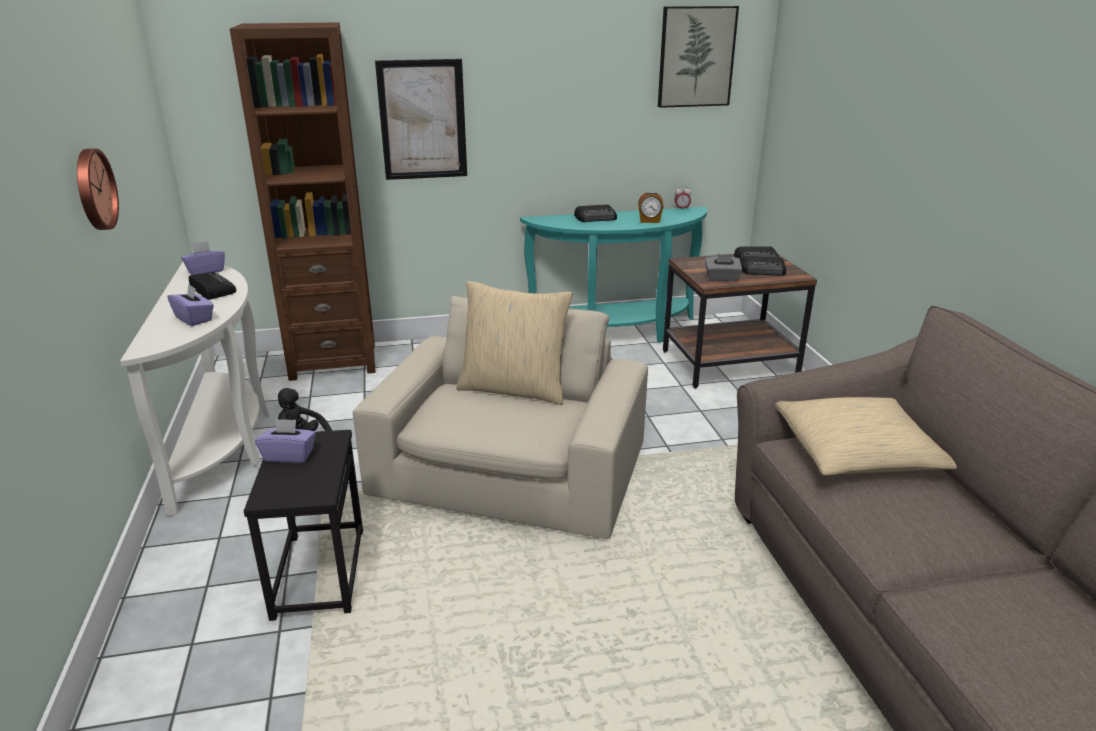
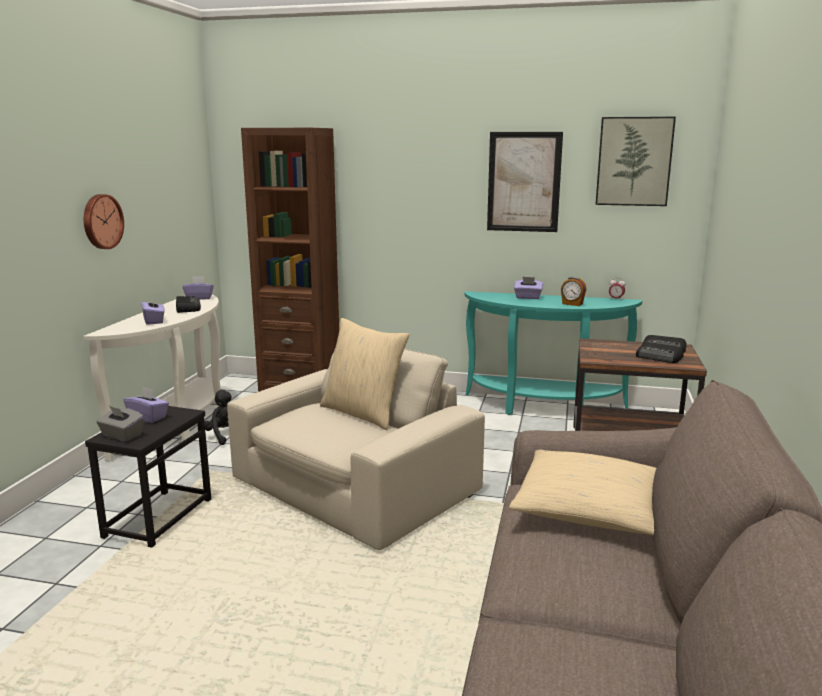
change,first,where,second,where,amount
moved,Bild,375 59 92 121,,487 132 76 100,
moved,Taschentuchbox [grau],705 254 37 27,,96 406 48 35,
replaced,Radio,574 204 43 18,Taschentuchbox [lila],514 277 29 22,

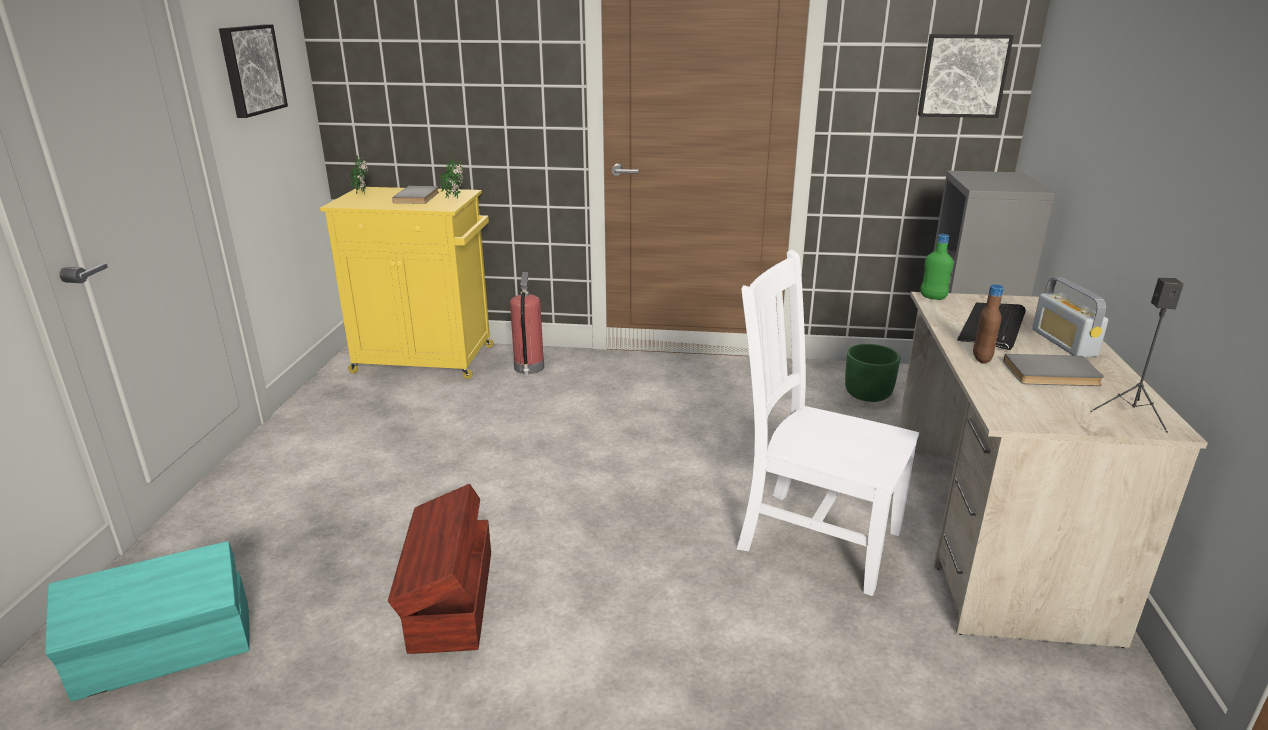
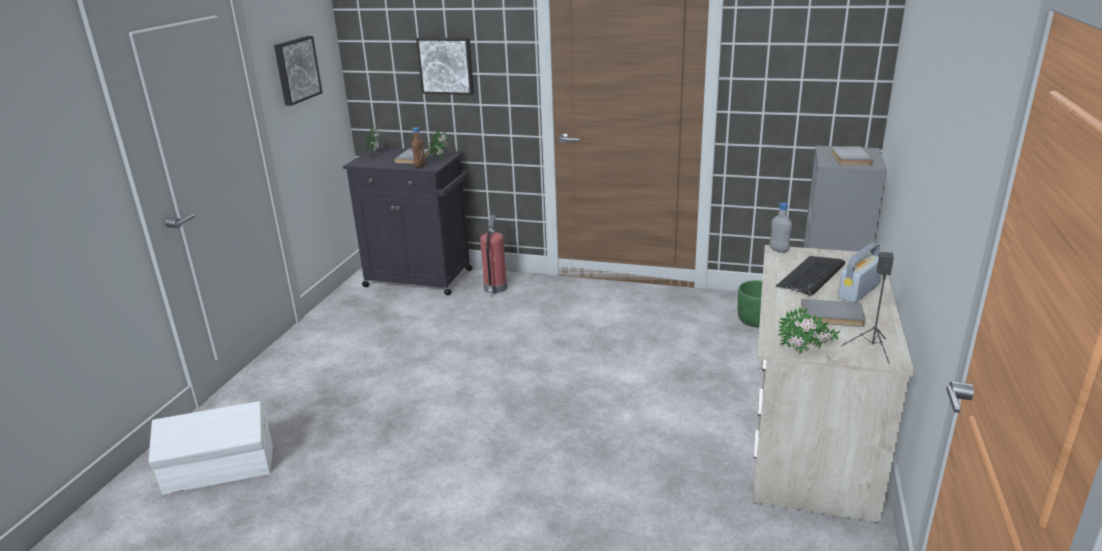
change,first,where,second,where,amount
removed,Aufbewahrungsbox [braun],388 484 103 170,,,
removed,Stuhl [weiß],736 250 183 346,,,
added,,,Topfpflanze,778 307 62 46,
added,,,Buch [grau],831 146 42 19,
moved,Bild,918 34 96 84,,416 38 58 57,
moved,Flasche [braun],973 284 31 80,,412 127 14 41,
recoloured,Aufbewahrungsbox [türkis],45 541 205 161,Aufbewahrungsbox [weiß],149 401 124 94,
recoloured,Schrank [gelb],320 187 174 192,Schrank [schwarz],343 148 129 147,
recoloured,Flasche [grün],920 234 34 66,Flasche [grau],770 202 22 51,
turned,Radio,1032 277 76 81,,838 243 43 59,45 degrees clockwise

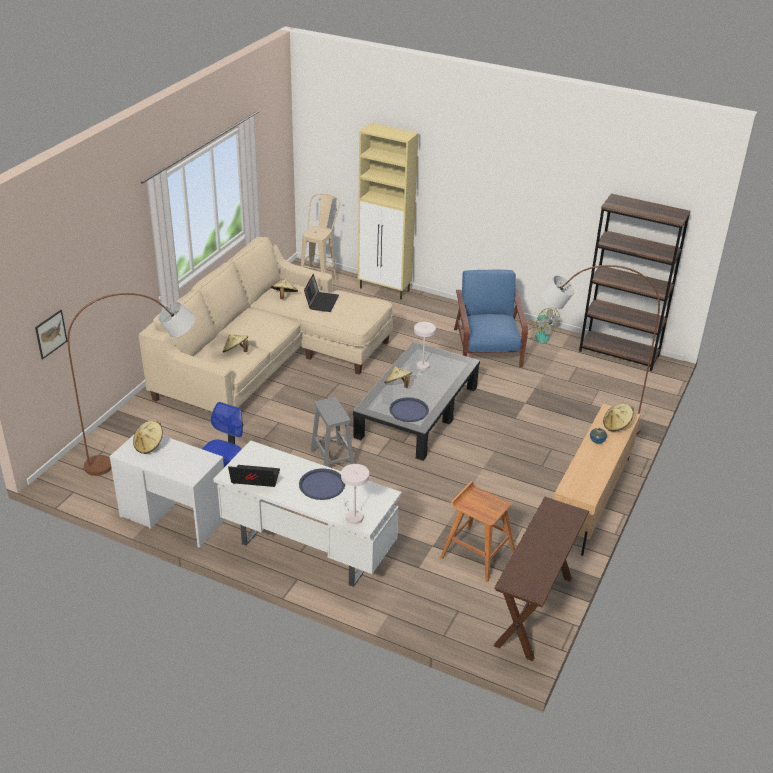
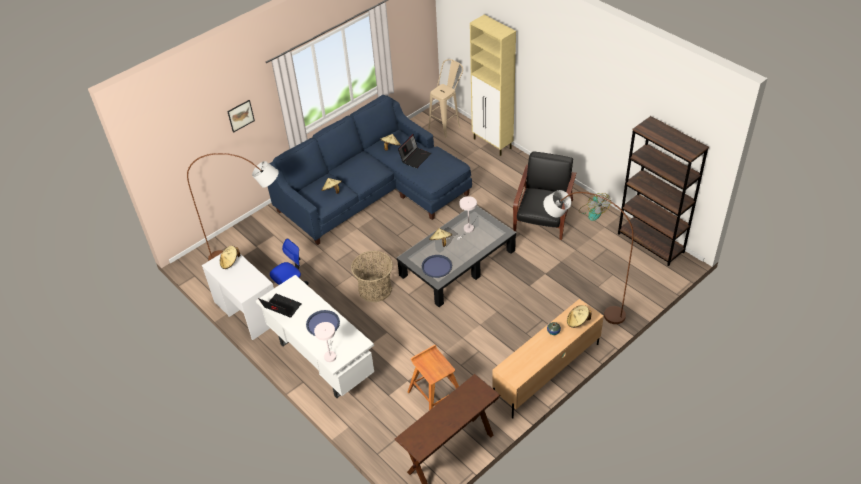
change,first,where,second,where,amount
moved,Bild,35 310 33 49,,227 100 28 33,
replaced,Hocker [grau],311 397 43 70,Korb,351 251 42 51,
recoloured,Sofa [beige],138 237 255 175,Sofa [blau],268 95 204 150,
recoloured,Sessel [blau],454 270 74 98,Sessel [schwarz],513 151 63 89,

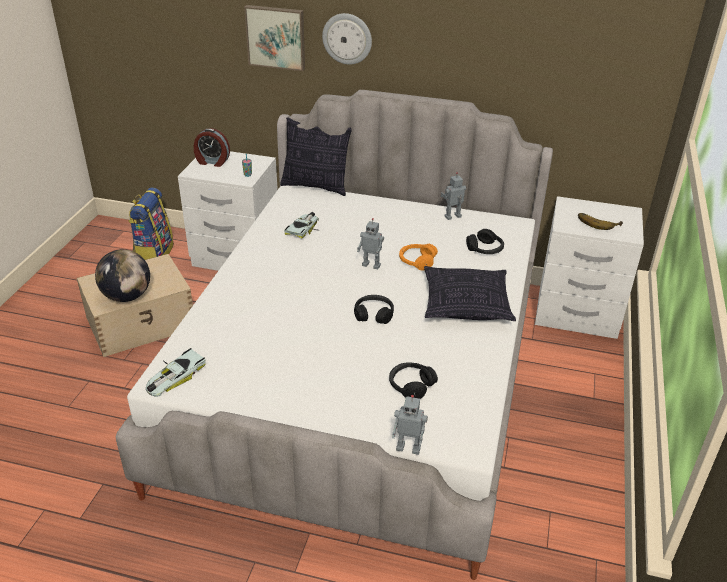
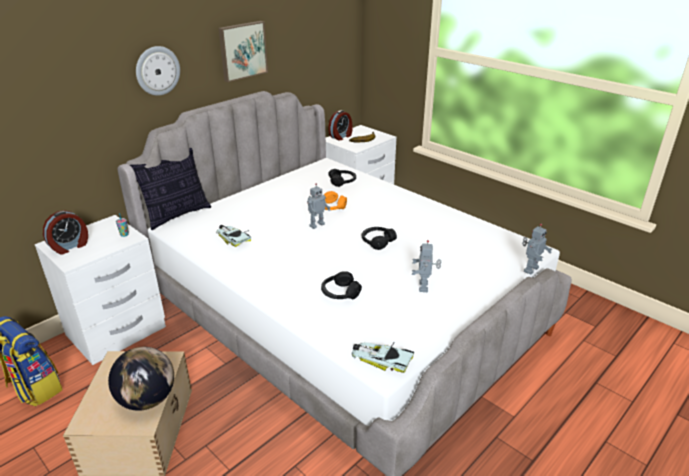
change,first,where,second,where,amount
removed,Kissen,424 266 92 55,,,
added,,,Wecker,328 110 25 31,
moved,Bild,244 5 61 66,,218 21 50 61,
moved,Kopfhörer [schwarz],389 362 49 37,,321 271 41 28,
moved,Spielzeugroboter,441 172 25 48,,412 240 30 52,
turned,Spielzeugauto,146 348 60 49,,352 342 62 31,135 degrees clockwise

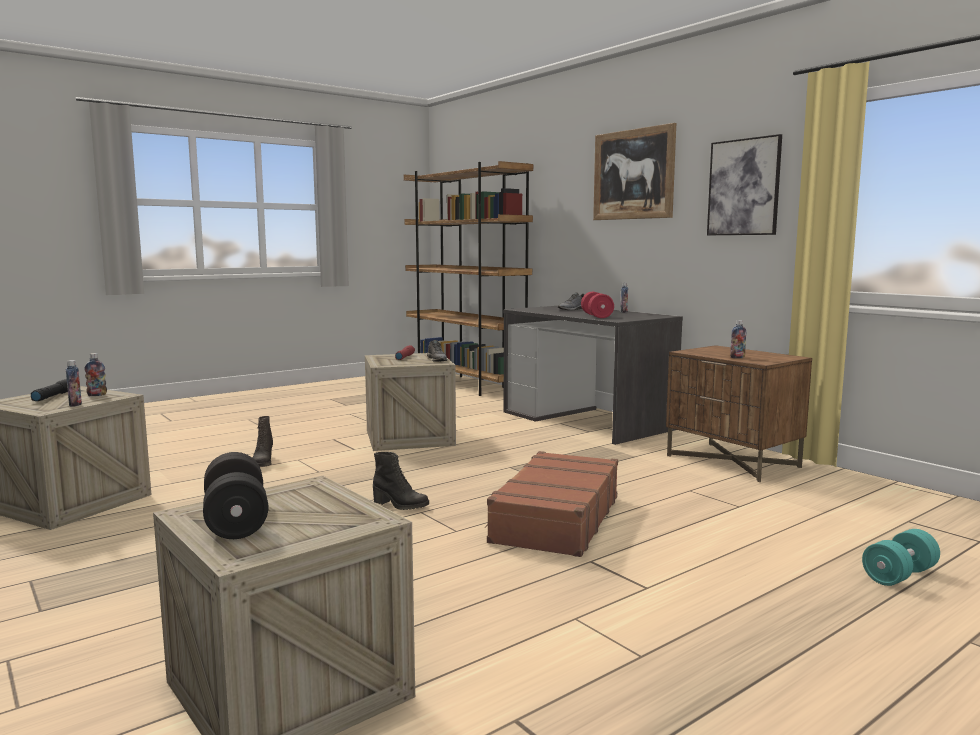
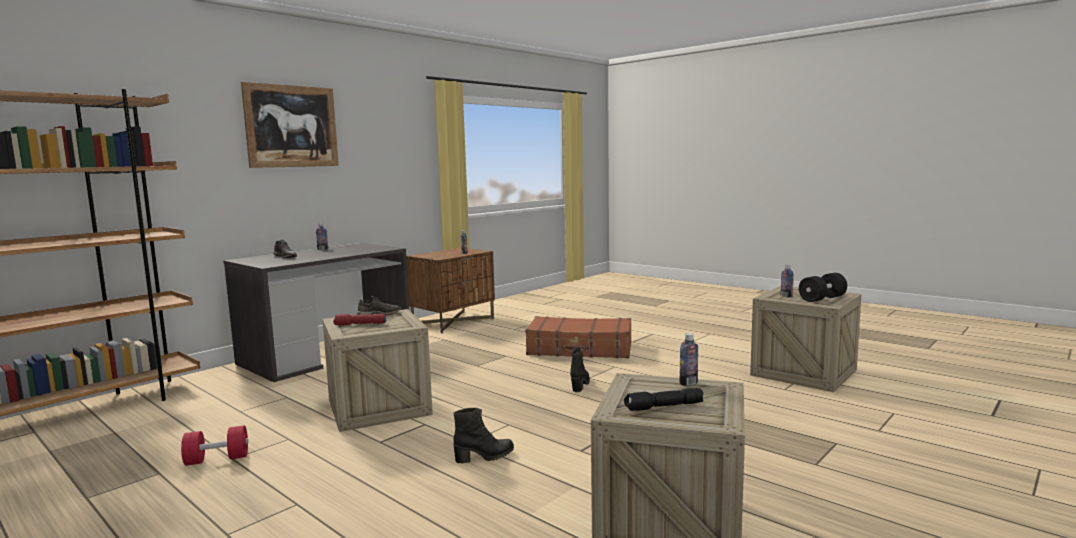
change,first,where,second,where,amount
removed,Bild,707 134 75 101,,,
removed,Hantel [türkis],862 529 78 57,,,
moved,Flasche,84 353 23 43,,780 265 14 33,
moved,Hantel [rot],581 292 33 26,,181 425 67 41,

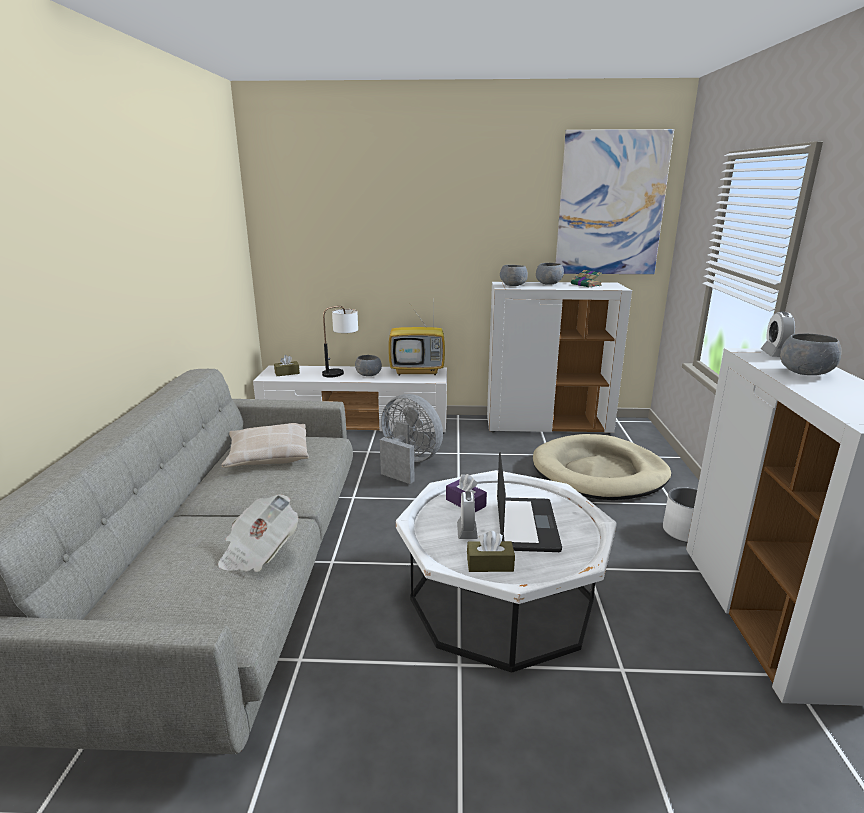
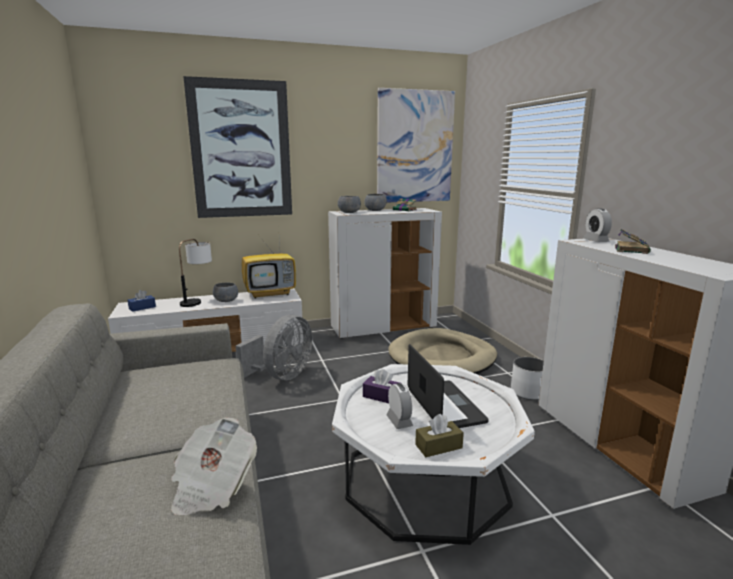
change,first,where,second,where,amount
removed,Kissen [beige],222 423 87 45,,,
added,,,Bild,183 76 109 142,
replaced,Schüssel [grau],780 334 61 41,Buch,615 229 36 25,
recoloured,Taschentuchbox [braun],274 355 26 21,Taschentuchbox [blau],128 290 28 22,
turned,Ventilator [grau],380 394 63 90,,236 315 76 65,105 degrees clockwise

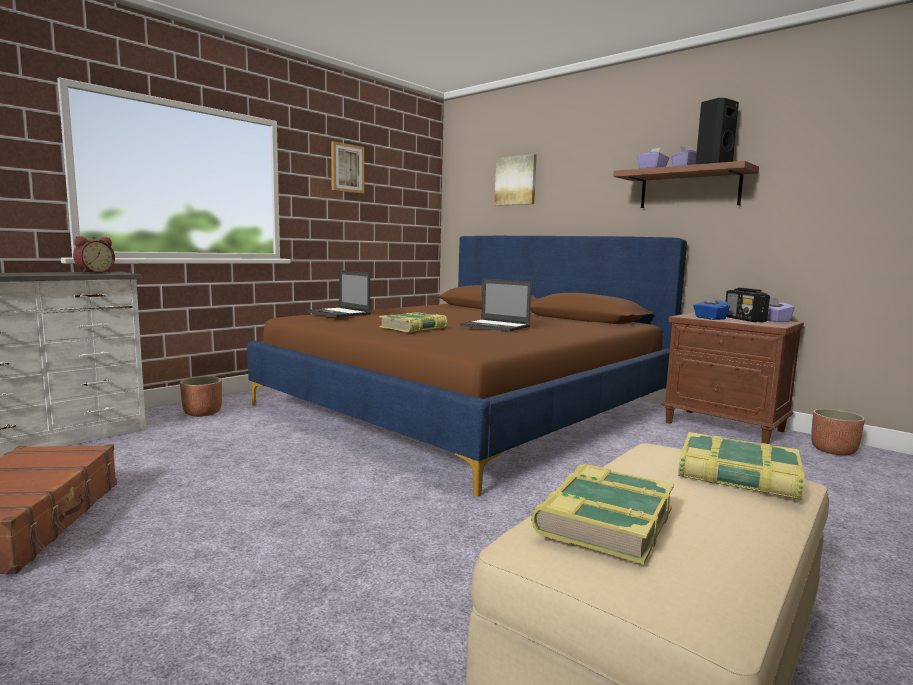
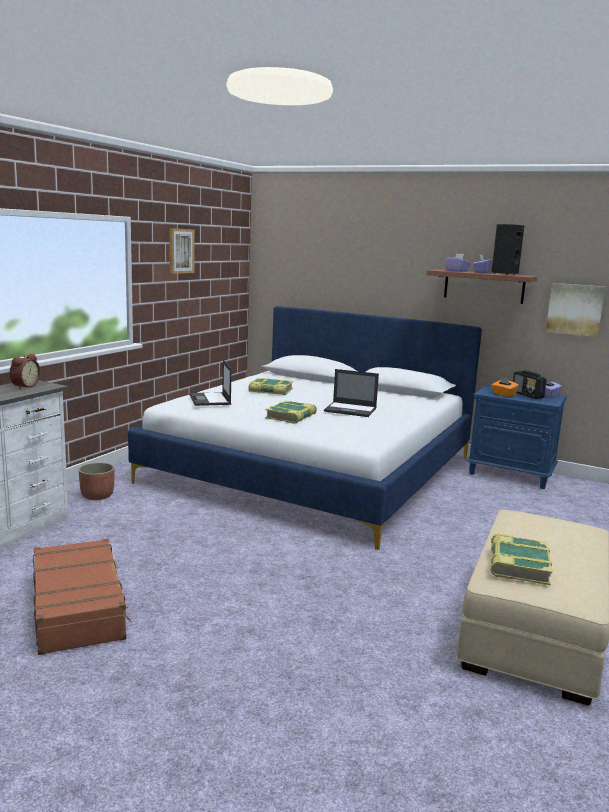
change,first,where,second,where,amount
removed,Pflanzkübel,811 409 54 47,,,
moved,Bild,495 154 42 52,,546 283 59 54,
moved,Buch,678 432 127 68,,249 378 44 17,
recoloured,Bett [braun],247 236 440 261,Bett [weiß],128 306 354 244,
recoloured,Nachttisch [braun],661 312 143 132,Nachttisch [blau],466 385 101 104,
recoloured,Taschentuchbox [blau],693 295 37 25,Taschentuchbox [orange],492 377 27 20,
turned,Laptop,307 270 64 47,,190 360 42 46,45 degrees clockwise

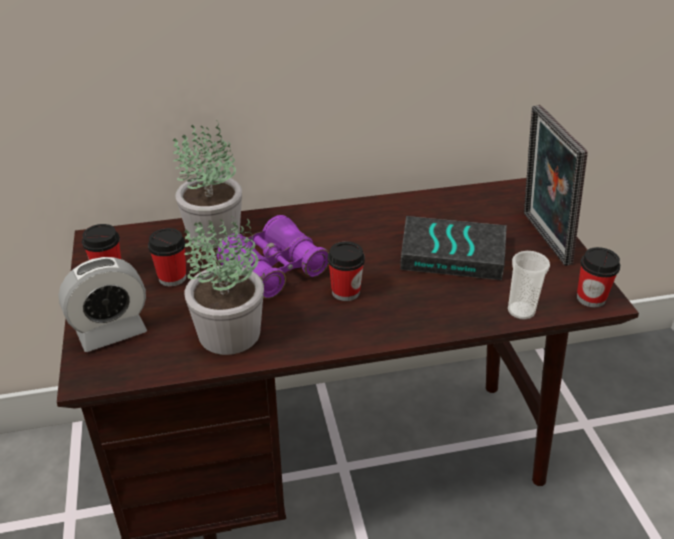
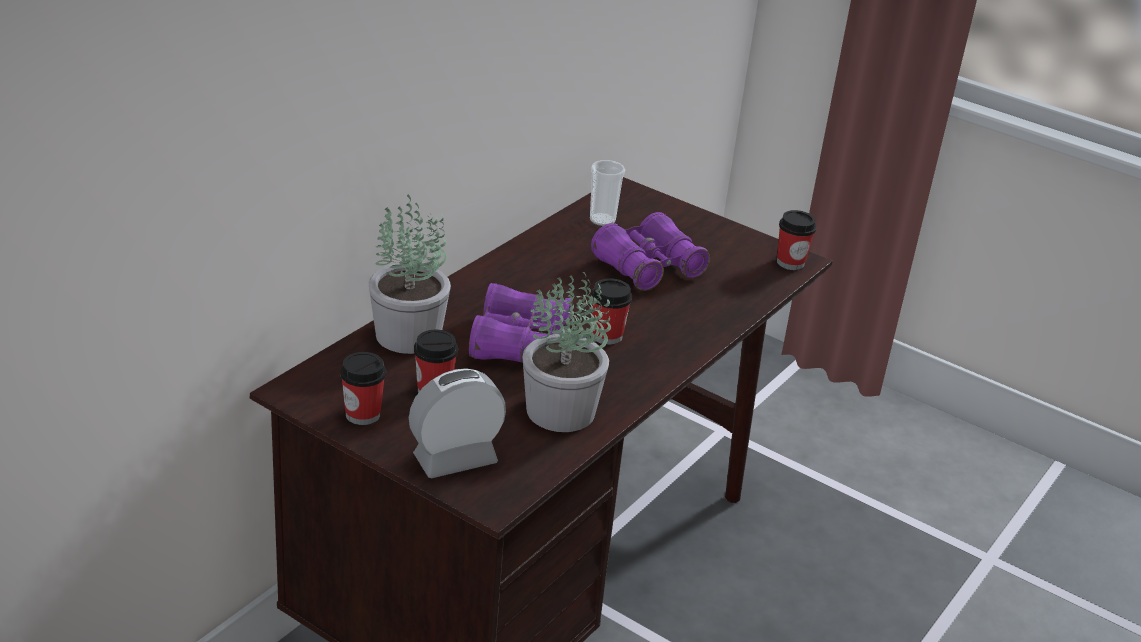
change,first,where,second,where,amount
removed,Bilderrahmen,524 105 64 161,,,
moved,Tasse,508 251 42 69,,590 160 35 66,
replaced,Buch,400 216 107 64,Fernglas [lila],591 212 119 79,
turned,Wecker,58 257 89 95,,409 368 97 110,135 degrees counterclockwise

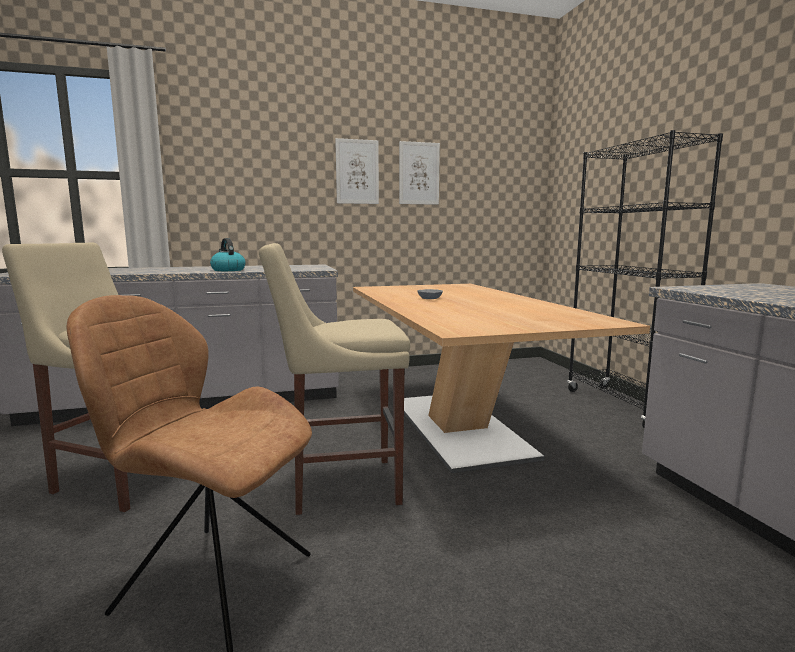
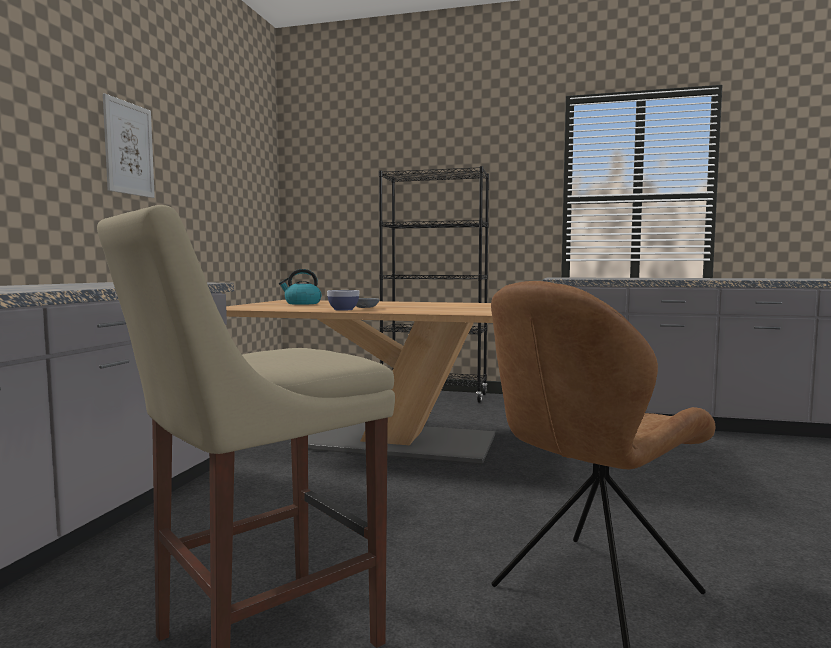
change,first,where,second,where,amount
removed,Hocker [beige],259 243 151 272,,,
removed,Bild,399 141 41 64,,,
added,,,Schüssel,327 290 32 21,
moved,Wasserkessel,210 238 36 33,,279 269 42 36,

